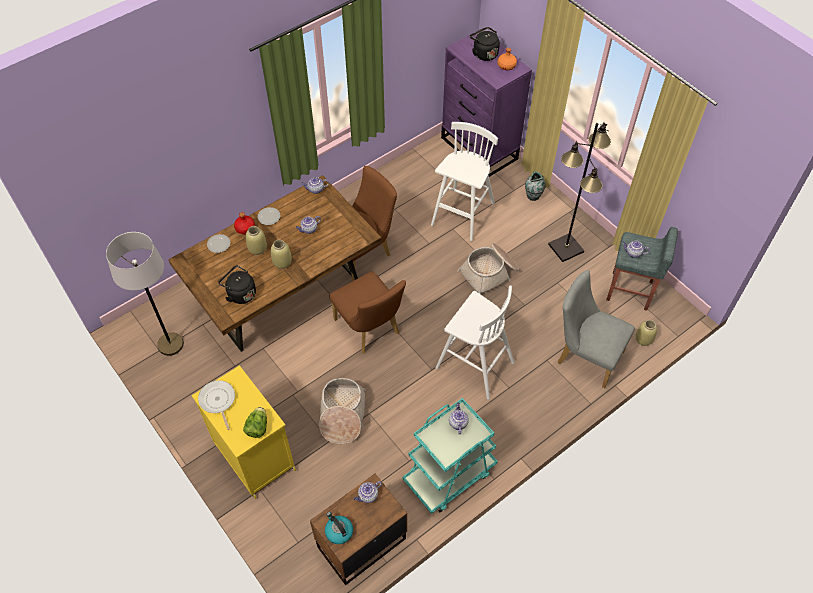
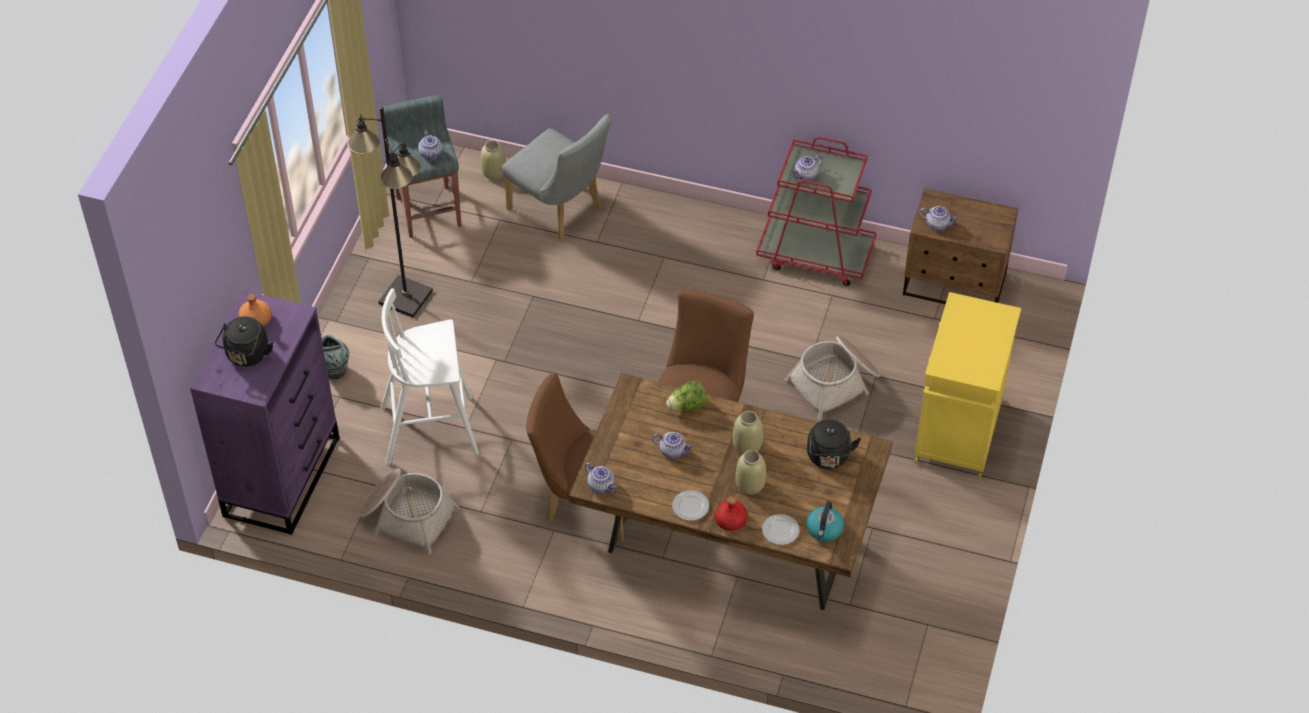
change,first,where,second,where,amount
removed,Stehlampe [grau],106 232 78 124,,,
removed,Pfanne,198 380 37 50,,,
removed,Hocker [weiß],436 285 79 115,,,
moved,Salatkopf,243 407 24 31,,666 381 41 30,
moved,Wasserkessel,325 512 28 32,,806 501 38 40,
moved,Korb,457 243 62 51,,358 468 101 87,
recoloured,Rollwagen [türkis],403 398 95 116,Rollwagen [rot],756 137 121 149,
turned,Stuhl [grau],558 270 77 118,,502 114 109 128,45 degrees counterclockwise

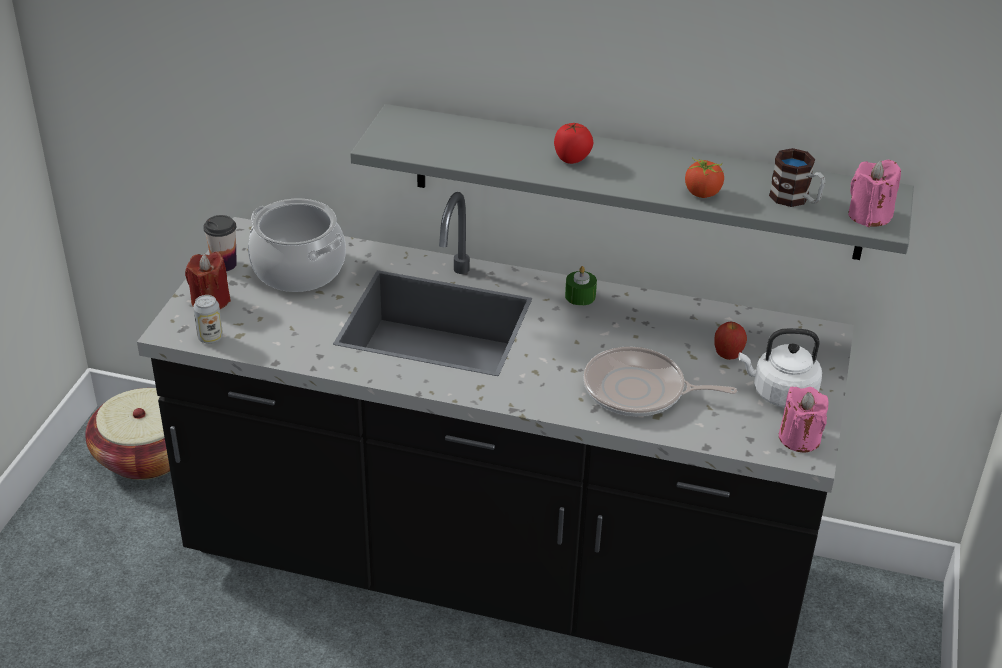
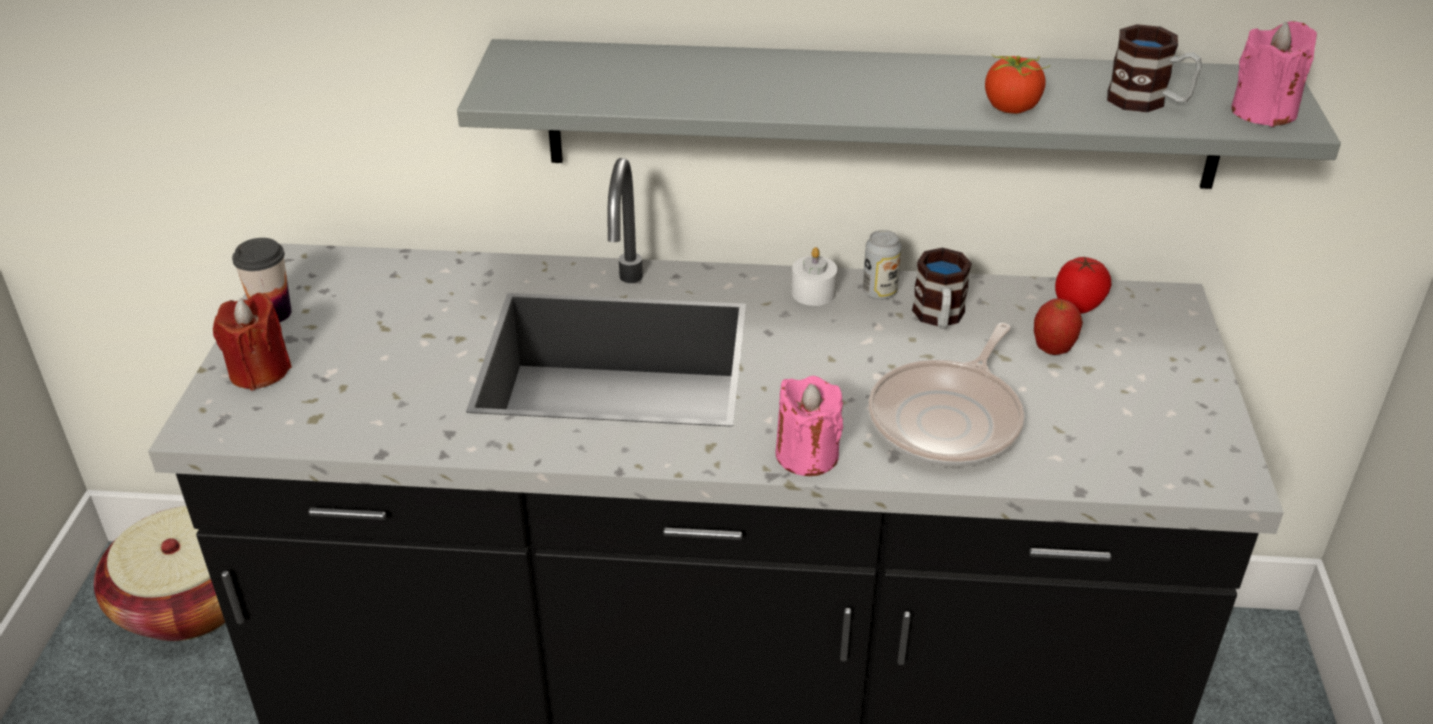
change,first,where,second,where,amount
removed,Kochtopf,248 198 98 94,,,
removed,Wasserkessel [weiß],739 328 83 80,,,
added,,,Henkelbecher,912 248 60 81,
moved,Dose,193 295 30 49,,862 230 40 70,
moved,Tomate,554 123 39 41,,1055 257 56 57,
moved,Kerze [rosa],779 387 49 66,,775 376 68 100,
recoloured,Kerze [grün],565 266 32 40,Kerze [weiß],791 247 47 59,
turned,Pfanne,583 347 154 69,,868 323 156 144,60 degrees counterclockwise

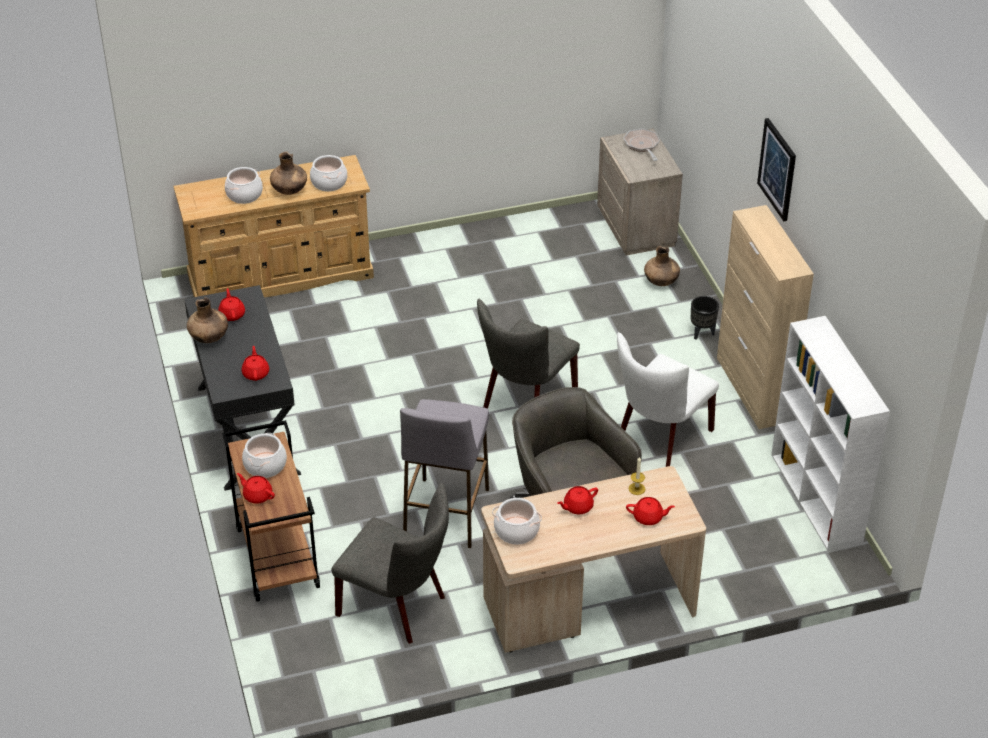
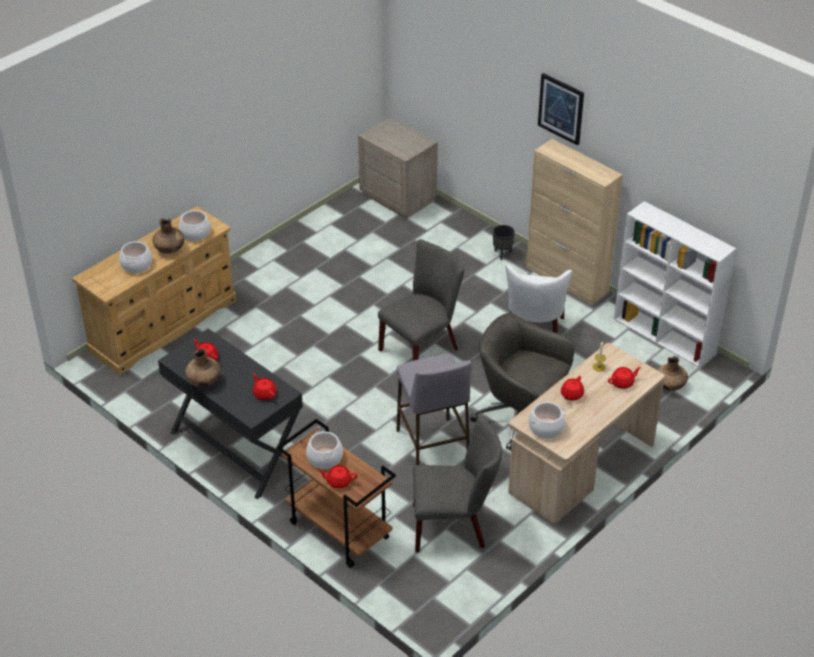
change,first,where,second,where,amount
removed,Pfanne,623 128 37 33,,,
moved,Vase [braun],644 246 36 40,,657 356 31 35,
turned,Stuhl [grau],477 299 103 110,,378 239 86 122,135 degrees counterclockwise

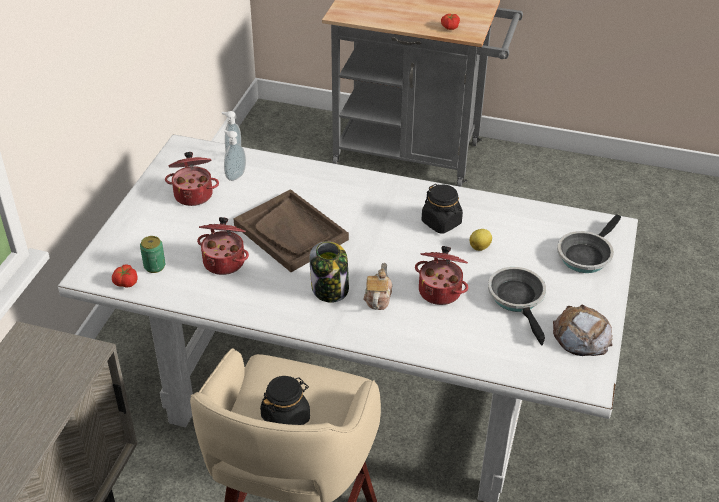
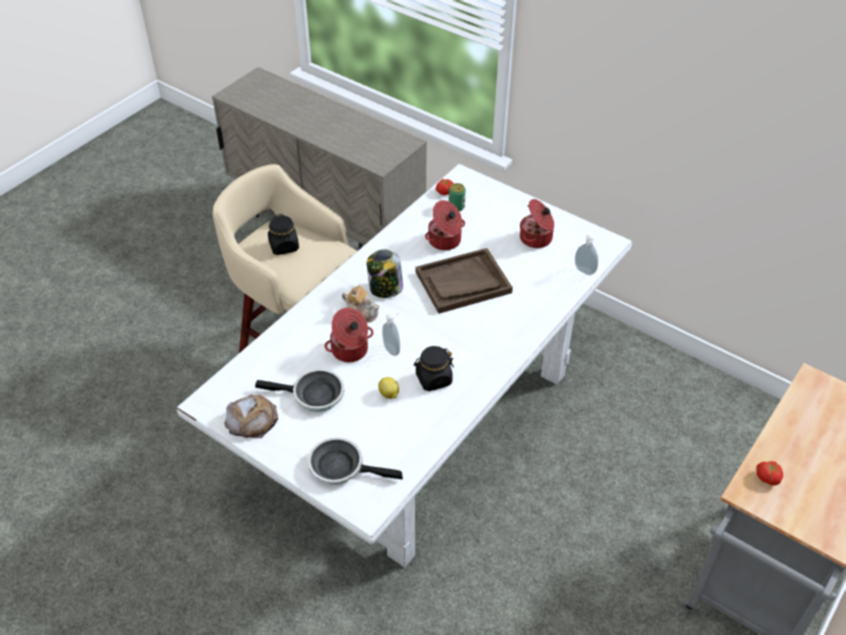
change,first,where,second,where,amount
moved,Seifenspender,224 130 22 51,,382 311 18 45,
turned,Pfanne,557 214 64 59,,308 437 95 48,45 degrees counterclockwise

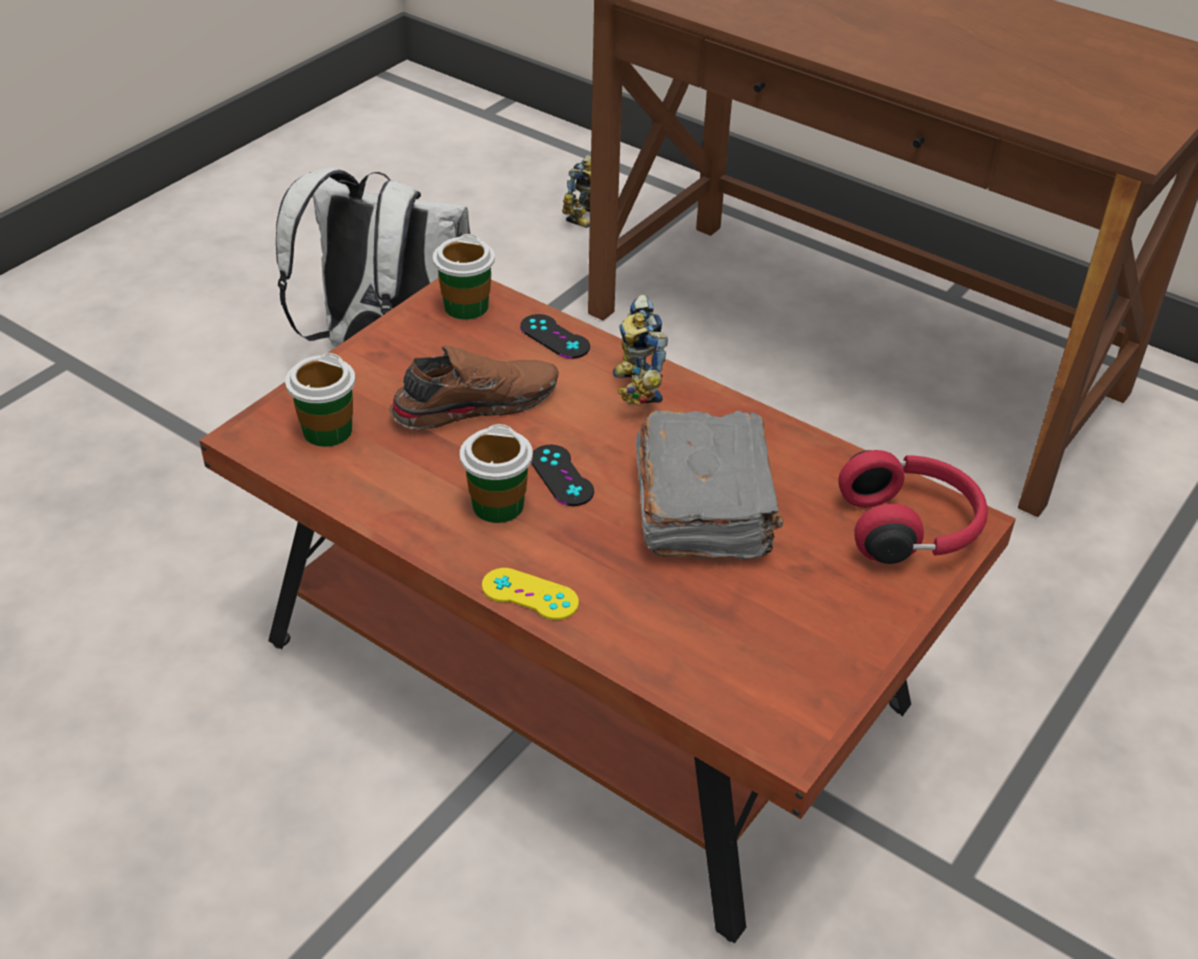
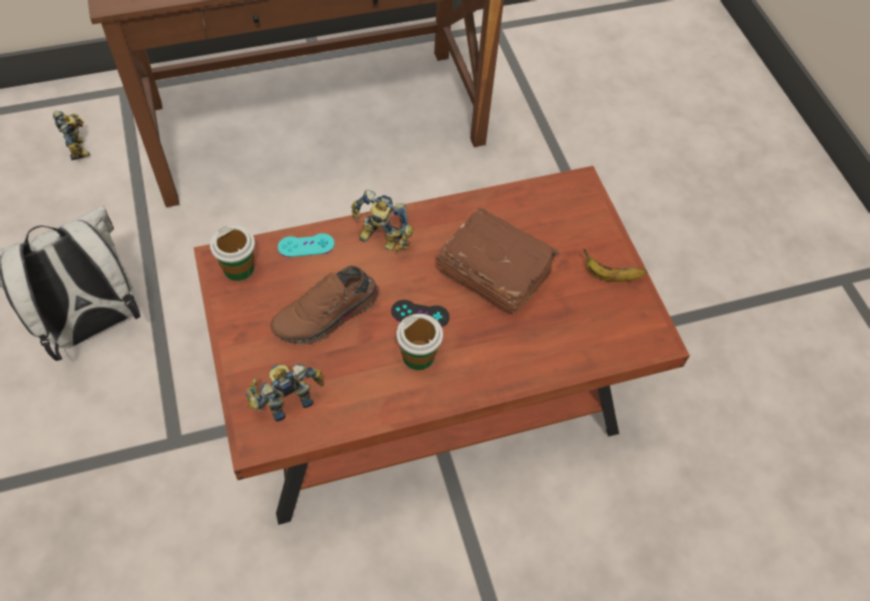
change,first,where,second,where,amount
removed,Gamepad [gelb],482 568 97 52,,,
removed,Kopfhörer [rot],838 450 150 114,,,
added,,,Banane,584 249 63 33,
replaced,Tasse,285 353 71 94,Spielzeugroboter,246 364 78 58,
recoloured,Gamepad [schwarz],520 314 70 45,Gamepad [türkis],278 233 56 24,
recoloured,Buch [grau],635 410 148 150,Buch [braun],436 208 123 105,
turned,Schuh [braun],389 345 170 85,,270 266 110 78,135 degrees counterclockwise

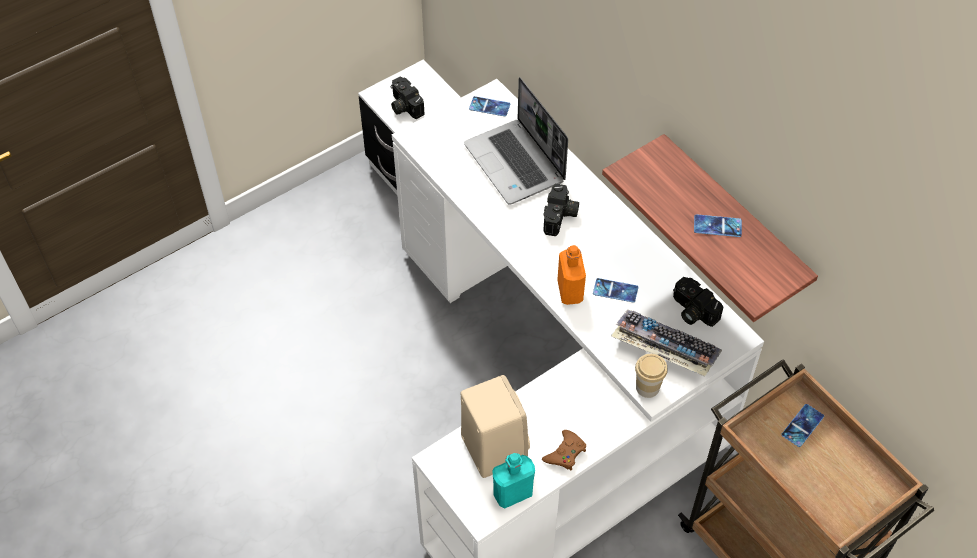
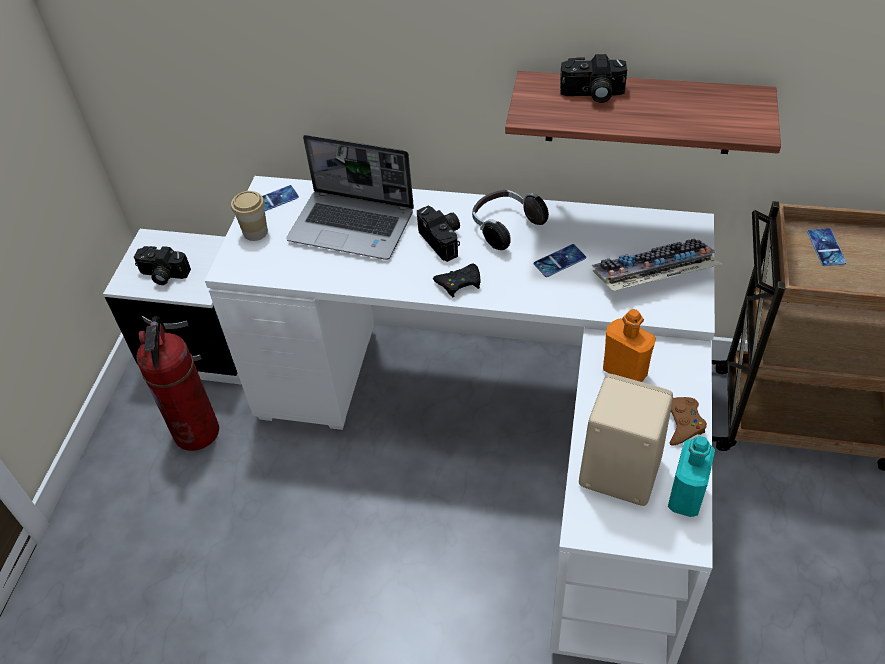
change,first,where,second,where,amount
removed,Handy,694 214 48 23,,,
added,,,Feuerlöscher,136 316 83 135,
added,,,Gamepad [schwarz],433 264 48 33,
added,,,Kopfhörer,472 190 77 60,
moved,Flasche [orange],557 245 29 60,,603 309 53 73,
moved,Tasse,635 354 33 44,,231 191 37 50,
moved,Kamera,673 277 50 50,,560 54 67 49,

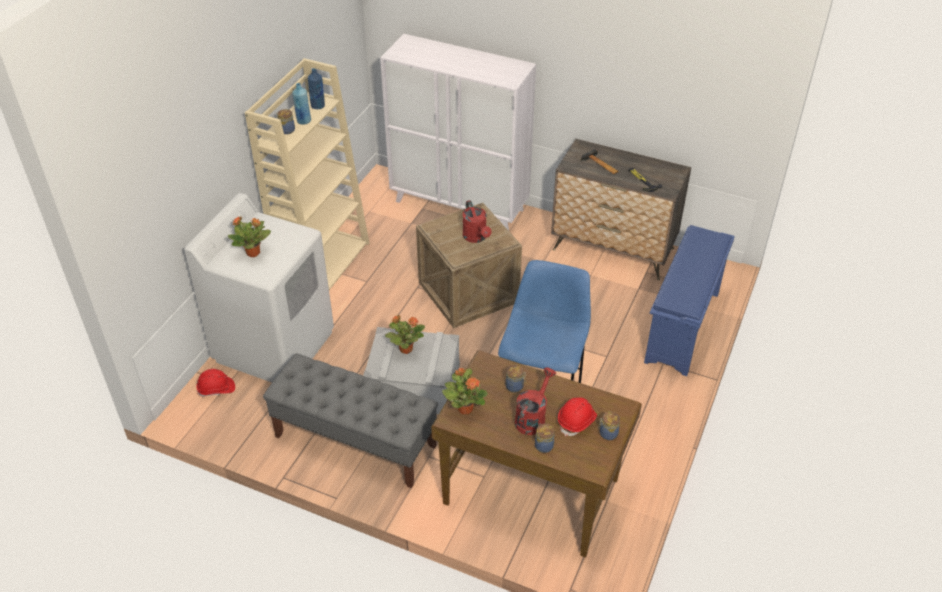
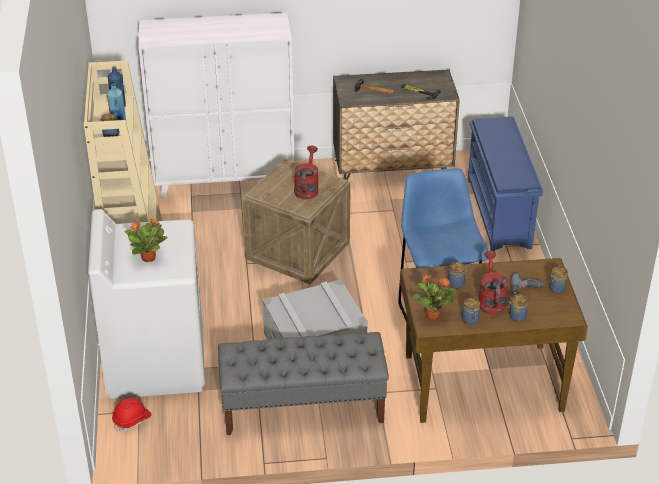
change,first,where,second,where,amount
removed,Topfpflanze,385 315 40 39,,,
added,,,Vorratsglas,462 297 18 28,
replaced,Schutzhelm [rot],558 397 39 39,Bohrmaschine,511 273 32 22,
turned,Gießkanne [rot],463 200 28 43,,294 145 25 55,120 degrees counterclockwise

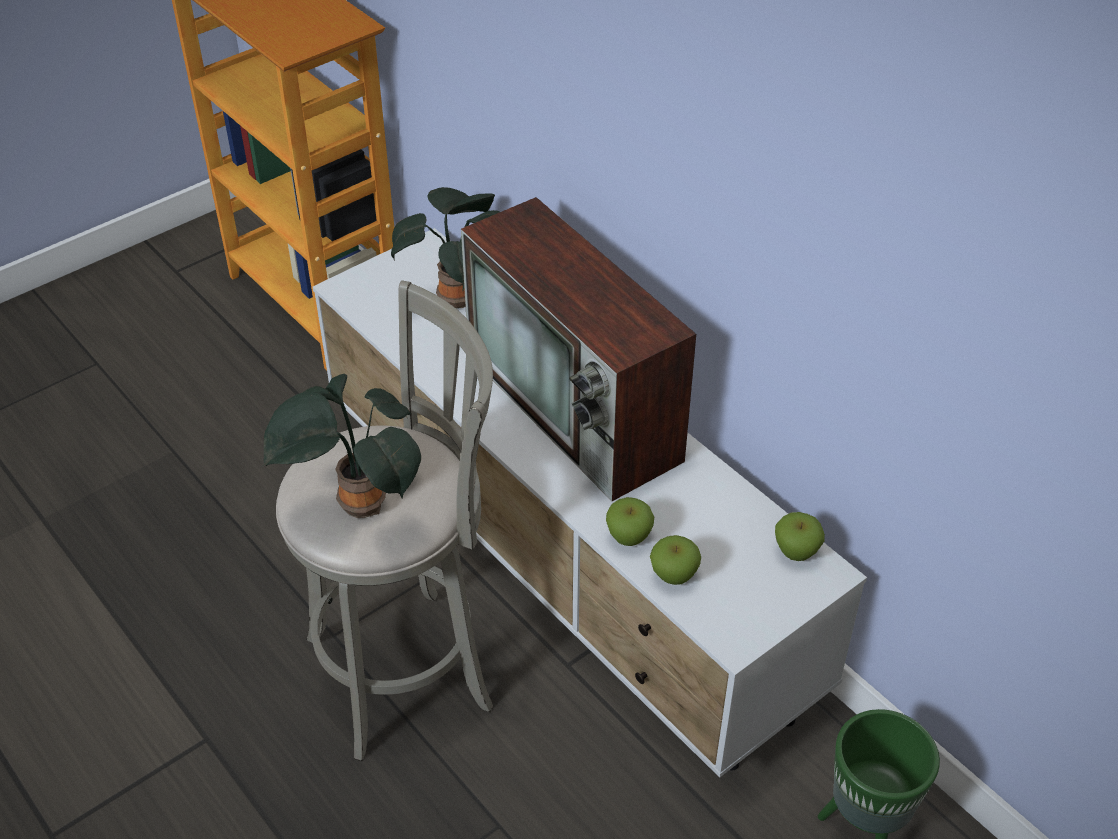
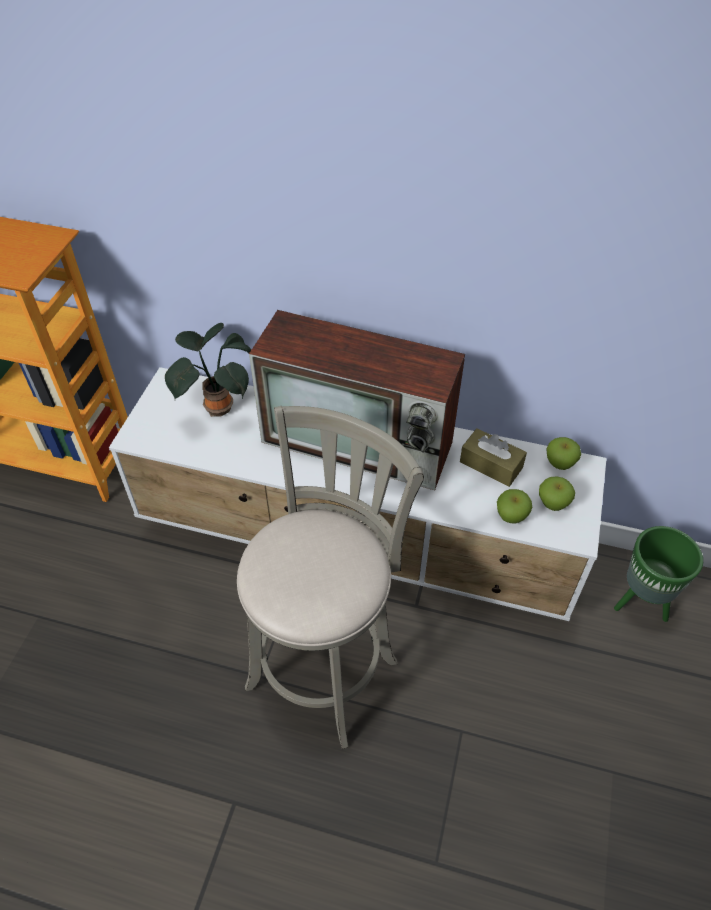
change,first,where,second,where,amount
removed,Topfpflanze,262 374 159 144,,,
added,,,Taschentuchbox [braun],460 428 67 59,
moved,Apfel,606 497 48 49,,539 477 36 34,

